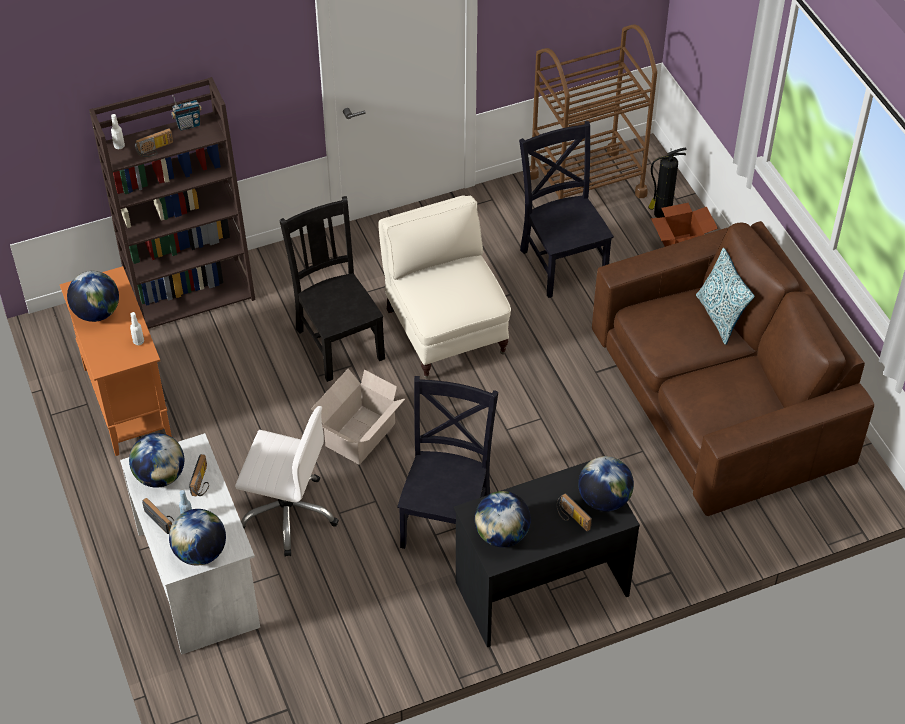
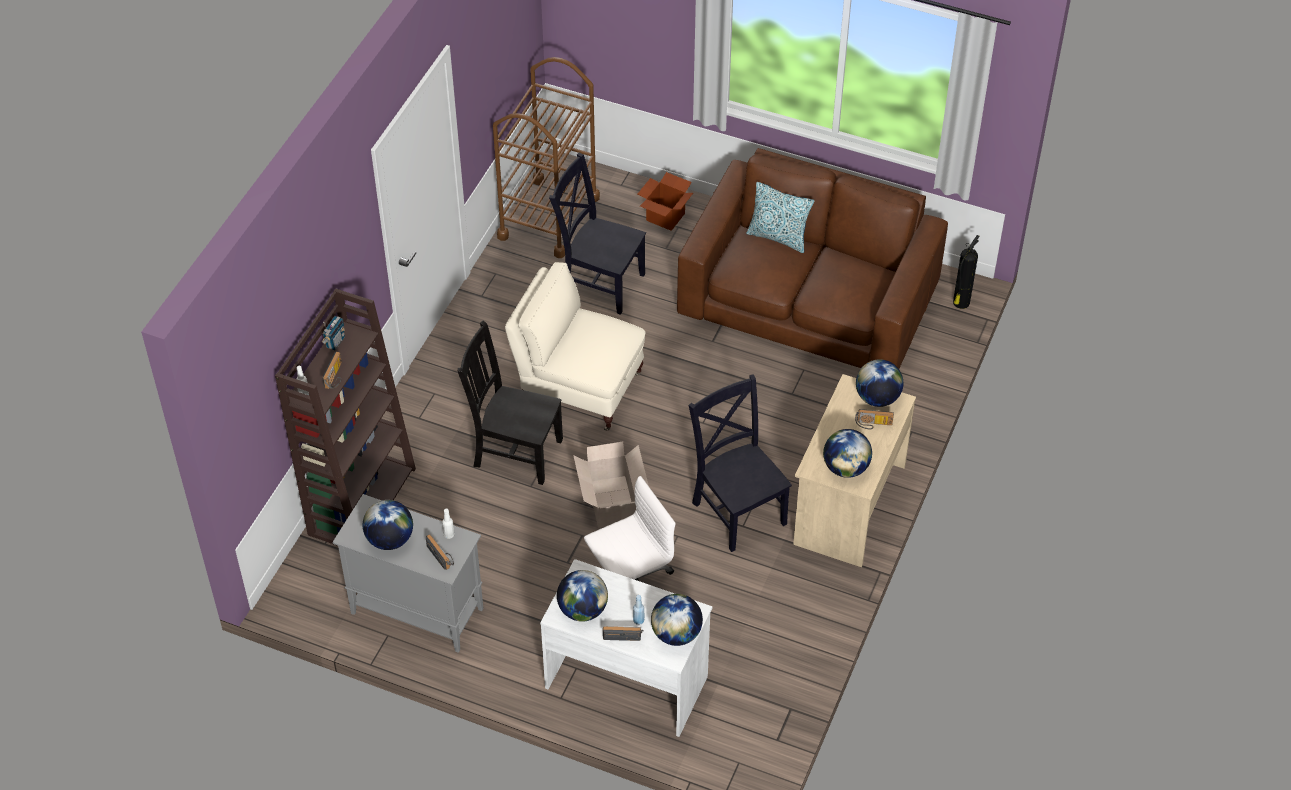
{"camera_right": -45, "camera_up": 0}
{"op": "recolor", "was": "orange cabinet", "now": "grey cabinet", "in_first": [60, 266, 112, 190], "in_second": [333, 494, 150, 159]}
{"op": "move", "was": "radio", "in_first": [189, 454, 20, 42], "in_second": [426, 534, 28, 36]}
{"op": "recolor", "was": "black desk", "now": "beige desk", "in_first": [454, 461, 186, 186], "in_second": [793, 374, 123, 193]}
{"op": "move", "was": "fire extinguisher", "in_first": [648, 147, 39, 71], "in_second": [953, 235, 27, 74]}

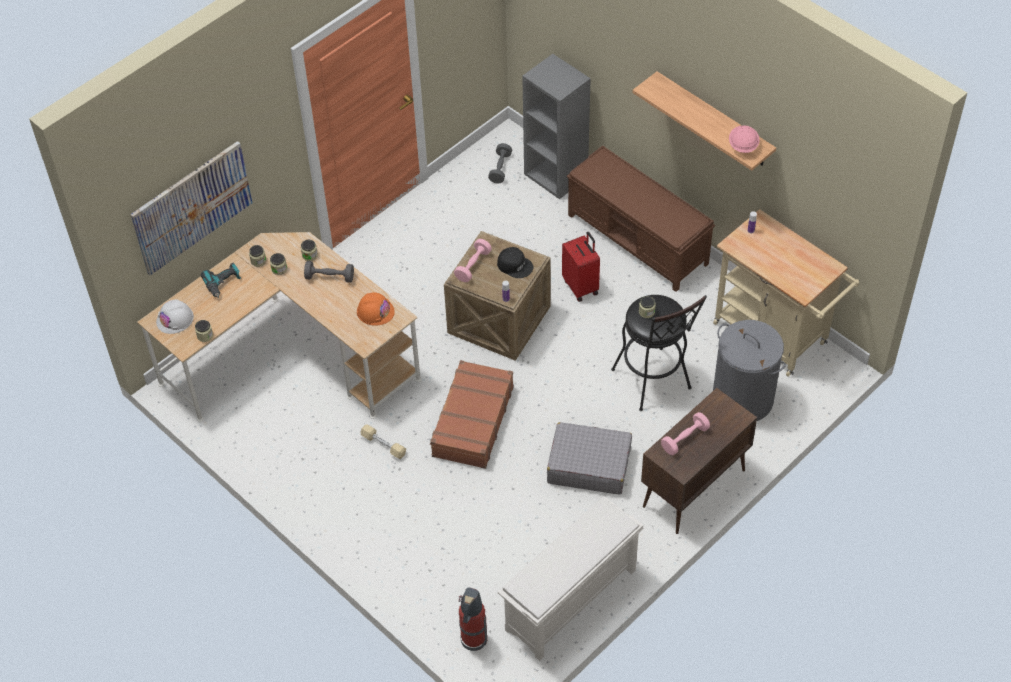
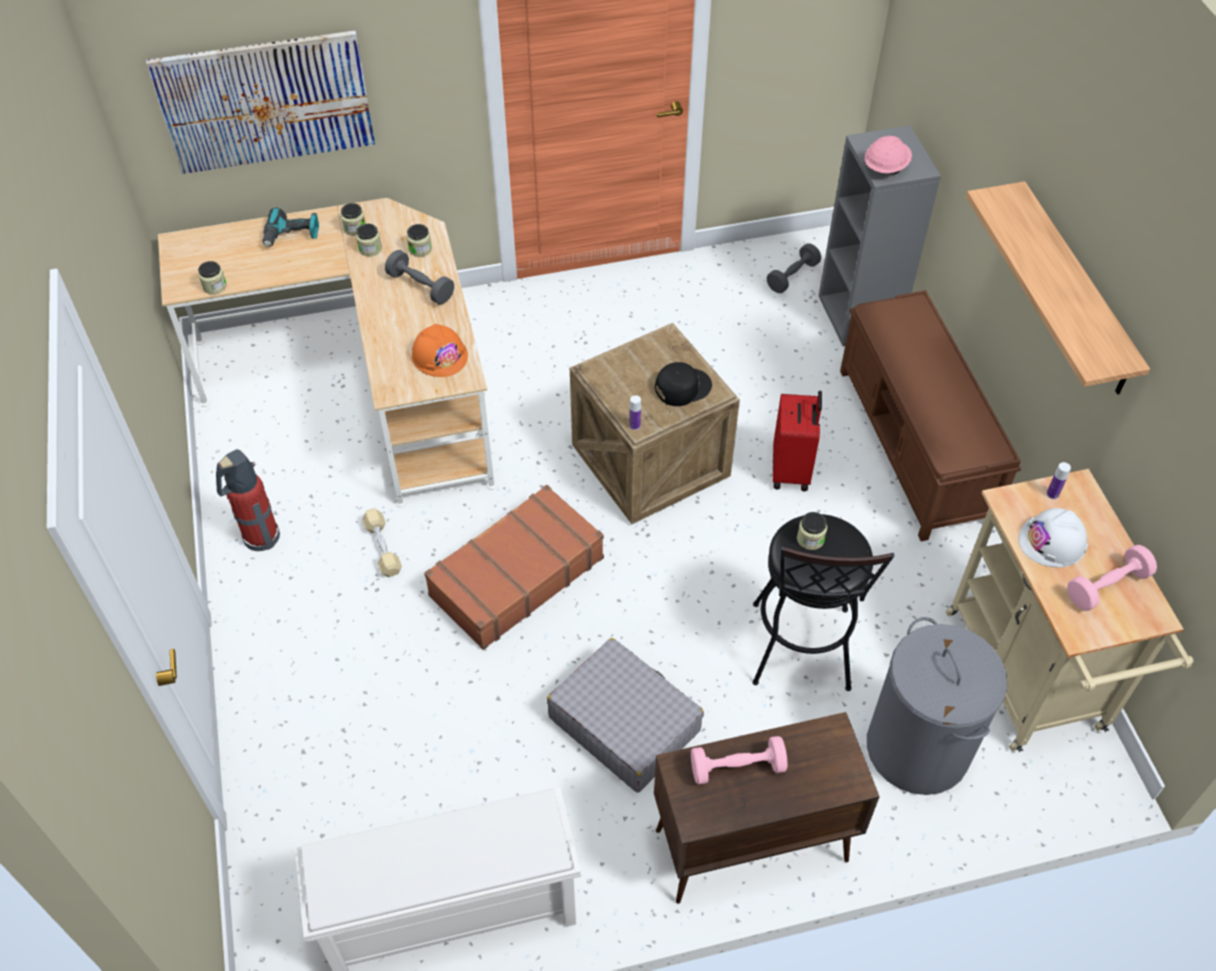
{"camera_right": 30, "camera_up": 0}
{"op": "move", "was": "fire extinguisher", "in_first": [459, 587, 28, 64], "in_second": [216, 449, 64, 102]}
{"op": "rotate", "was": "black cap", "in_first": [497, 247, 36, 31], "in_second": [655, 362, 57, 44], "clockwise": -90}
{"op": "move", "was": "pink hard hat", "in_first": [729, 125, 31, 28], "in_second": [865, 136, 47, 38]}
{"op": "move", "was": "white hard hat", "in_first": [156, 299, 38, 35], "in_second": [1018, 508, 70, 59]}
{"op": "move", "was": "pink dumbbell", "in_first": [454, 239, 38, 43], "in_second": [1067, 545, 90, 66]}

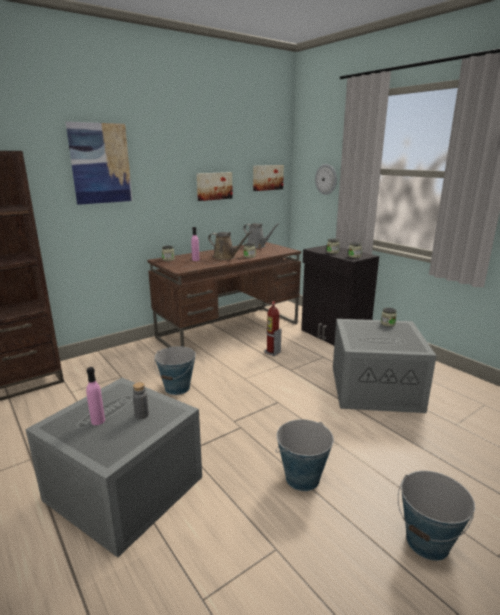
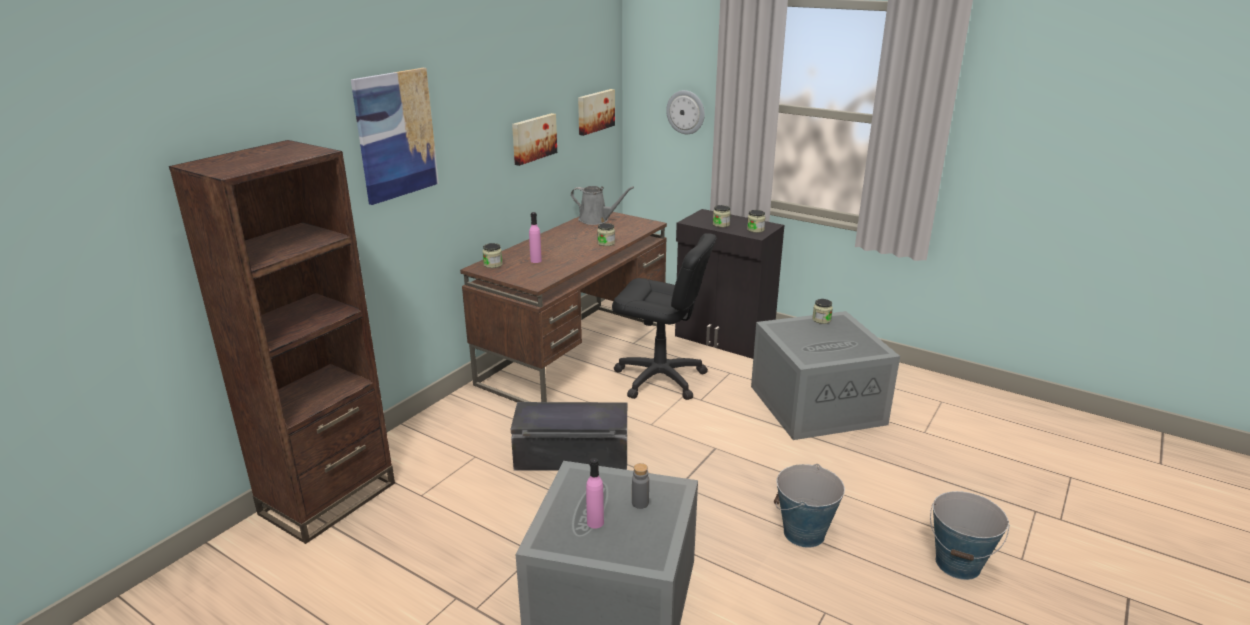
{"camera_right": -20, "camera_up": 5}
{"op": "replace", "was": "bucket", "now": "black storage box", "in_first": [154, 346, 42, 49], "in_second": [511, 402, 116, 69]}
{"op": "replace", "was": "fire extinguisher", "now": "black office chair", "in_first": [264, 301, 18, 55], "in_second": [612, 233, 105, 167]}
{"op": "delete", "was": "brown watering can", "in_first": [208, 232, 44, 28]}

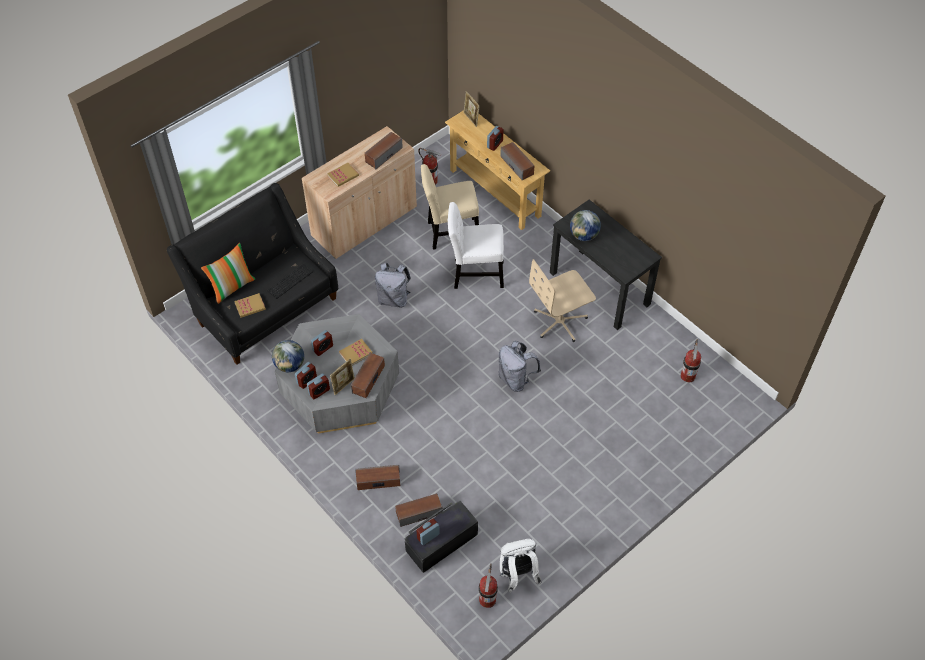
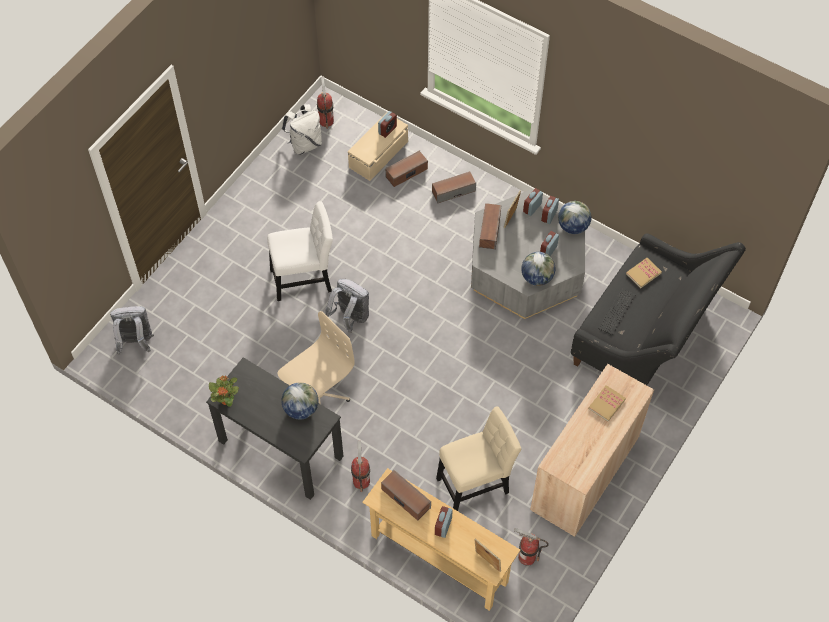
{"camera_right": 165, "camera_up": 5}
{"op": "move", "was": "grey backpack", "in_first": [375, 263, 36, 44], "in_second": [110, 306, 44, 49]}
{"op": "insert", "now": "potted plant", "in_second": [209, 376, 30, 31]}
{"op": "move", "was": "white chair", "in_first": [448, 202, 56, 87], "in_second": [267, 201, 66, 100]}
{"op": "recolor", "was": "black storage box", "now": "beige storage box", "in_first": [405, 500, 73, 73], "in_second": [348, 112, 60, 69]}
{"op": "move", "was": "fire extinguisher", "in_first": [681, 339, 20, 43], "in_second": [351, 441, 19, 51]}
{"op": "insert", "now": "globe", "in_second": [521, 252, 34, 34]}
{"op": "delete", "was": "pillow", "in_first": [201, 243, 54, 61]}
{"op": "delete", "was": "book", "in_first": [339, 339, 34, 27]}
{"op": "delete", "was": "speaker", "in_first": [365, 132, 38, 37]}

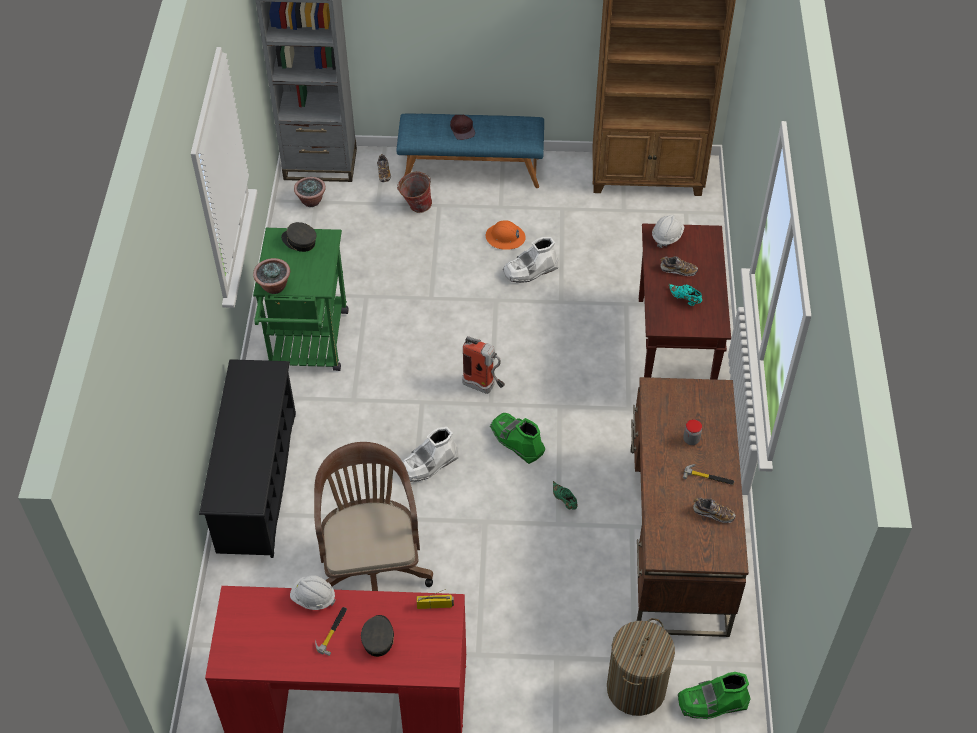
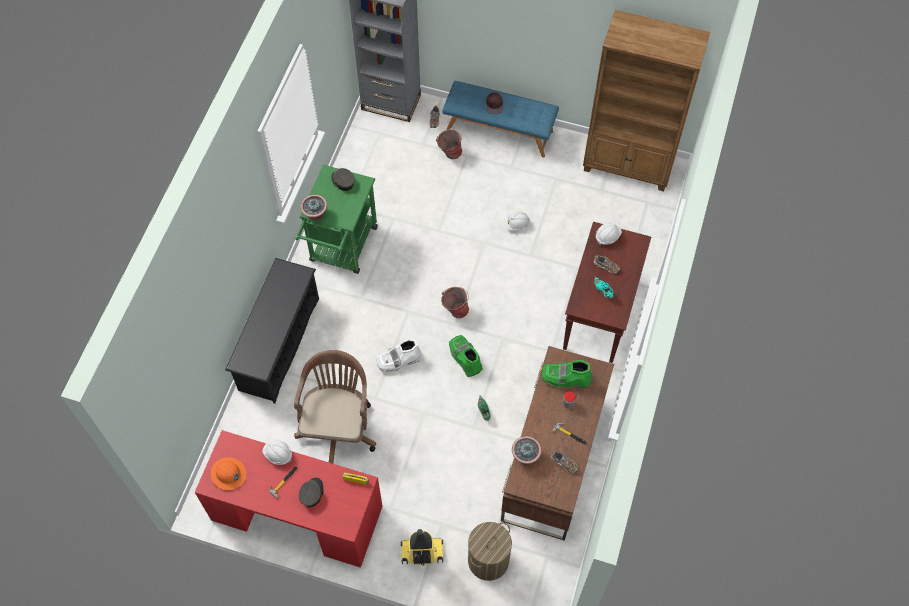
{"camera_right": 15, "camera_up": 10}
{"op": "move", "was": "orange hard hat", "in_first": [486, 220, 40, 30], "in_second": [211, 457, 35, 33]}
{"op": "insert", "now": "vacuum cleaner", "in_second": [401, 529, 42, 37]}
{"op": "replace", "was": "fire extinguisher", "now": "bucket", "in_first": [462, 336, 43, 58], "in_second": [441, 287, 28, 31]}
{"op": "replace", "was": "white boot", "now": "white hard hat", "in_first": [503, 237, 56, 46], "in_second": [504, 211, 26, 20]}
{"op": "move", "was": "potted plant", "in_first": [294, 177, 32, 30], "in_second": [512, 436, 29, 28]}
{"op": "move", "was": "green boot", "in_first": [678, 672, 73, 47], "in_second": [542, 360, 50, 28]}

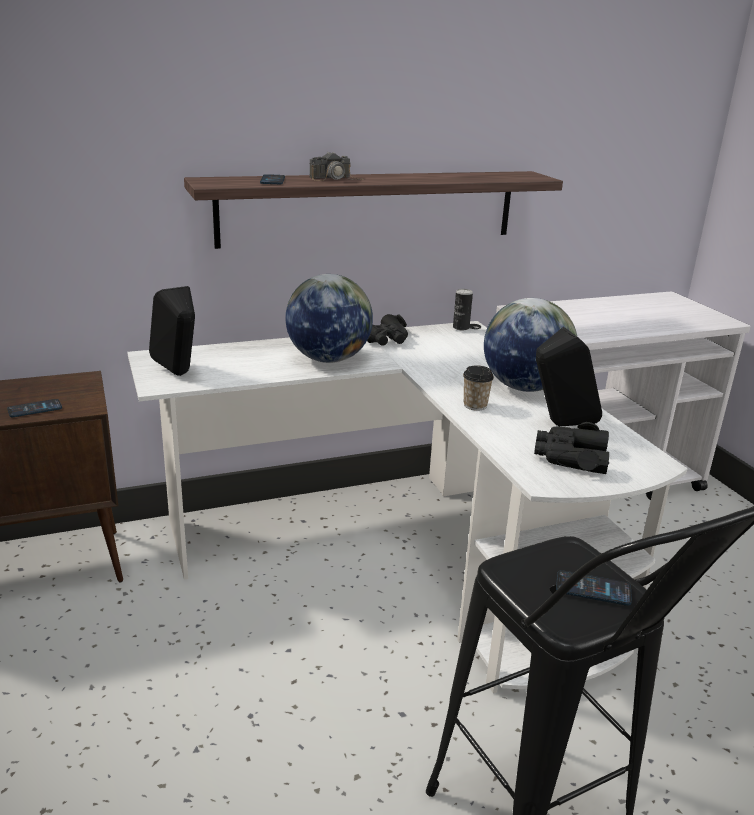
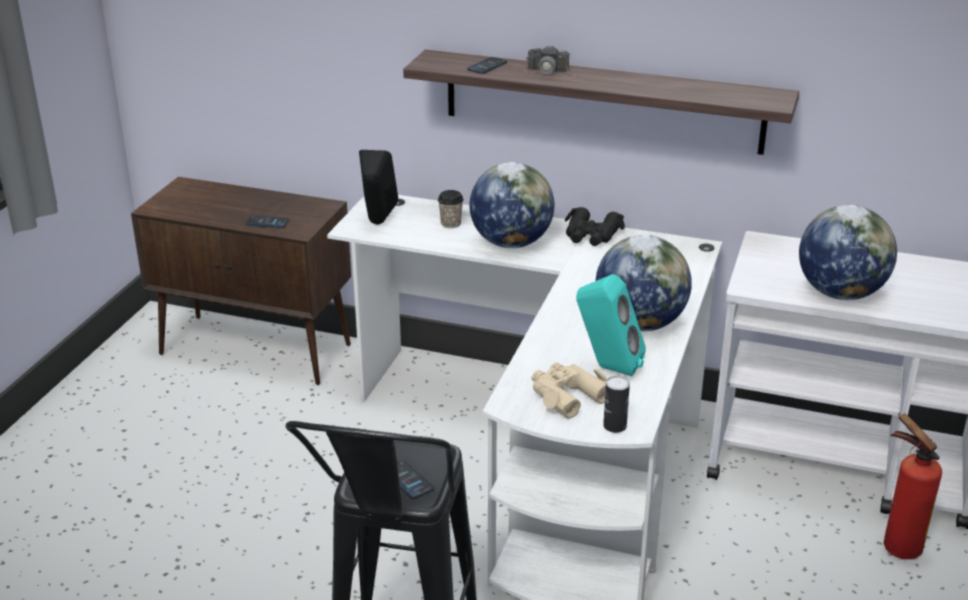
{"camera_right": 40, "camera_up": 5}
{"op": "move", "was": "cup", "in_first": [463, 365, 31, 46], "in_second": [438, 190, 26, 38]}
{"op": "recolor", "was": "black binoculars", "now": "beige binoculars", "in_first": [534, 422, 75, 52], "in_second": [532, 362, 75, 57]}
{"op": "recolor", "was": "black speaker", "now": "turquoise speaker", "in_first": [536, 327, 66, 99], "in_second": [576, 274, 70, 102]}
{"op": "move", "was": "can", "in_first": [453, 289, 20, 41], "in_second": [603, 376, 27, 57]}
{"op": "insert", "now": "globe", "in_second": [799, 205, 98, 95]}
{"op": "insert", "now": "fire extinguisher", "in_second": [884, 413, 58, 146]}

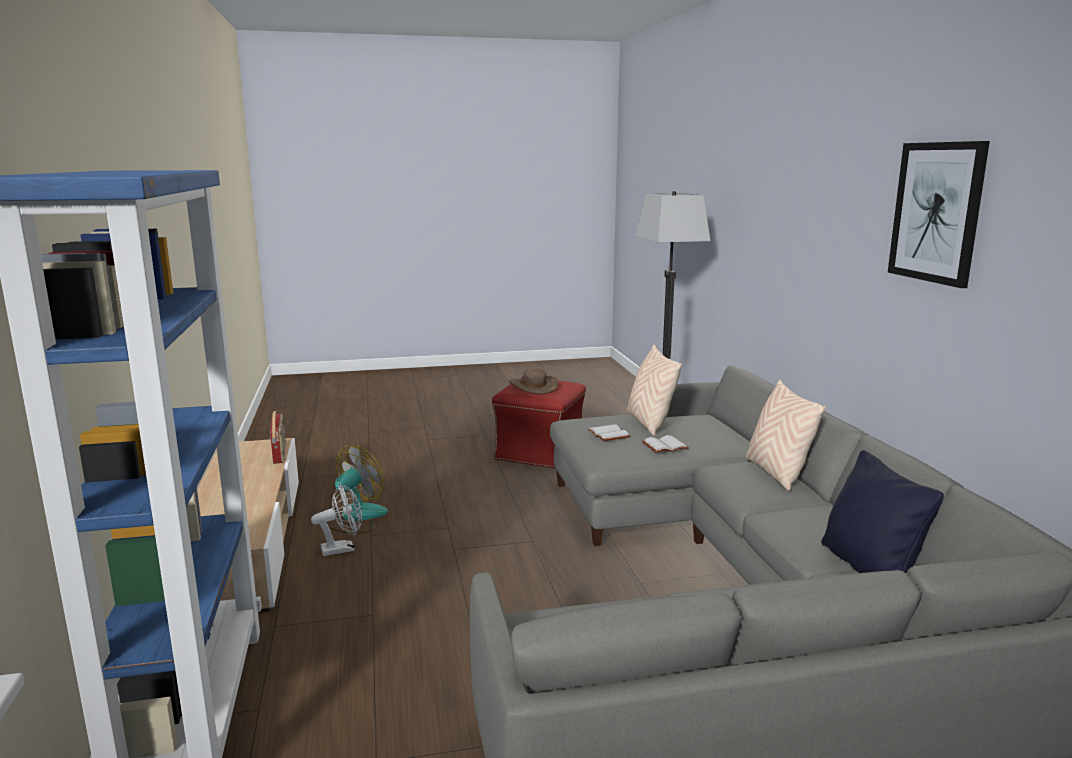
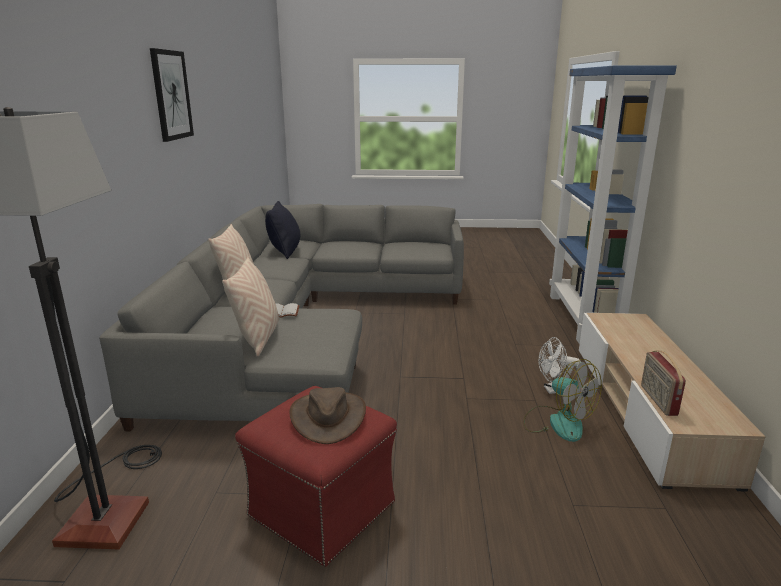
{"camera_right": -165, "camera_up": 5}
{"op": "rotate", "was": "fan", "in_first": [329, 446, 59, 87], "in_second": [523, 359, 79, 83], "clockwise": -90}
{"op": "delete", "was": "white book", "in_first": [588, 424, 43, 17]}

